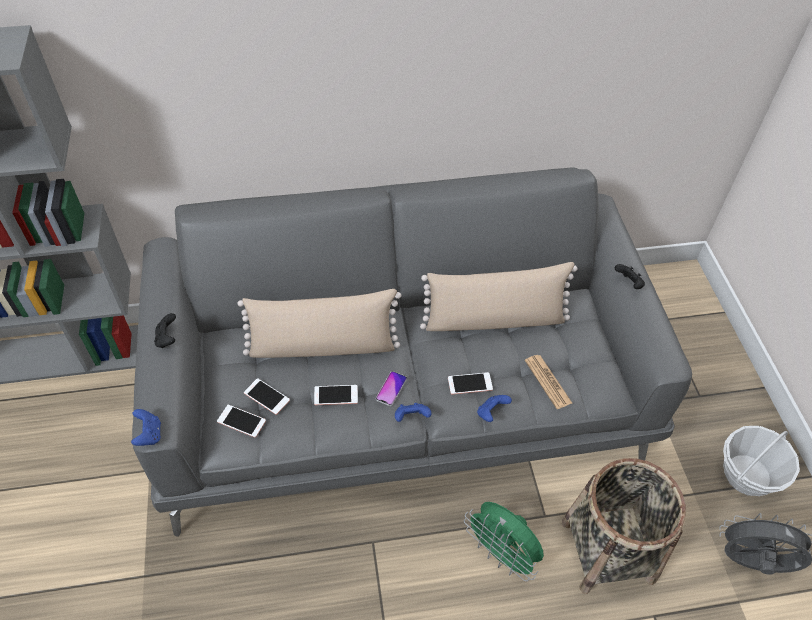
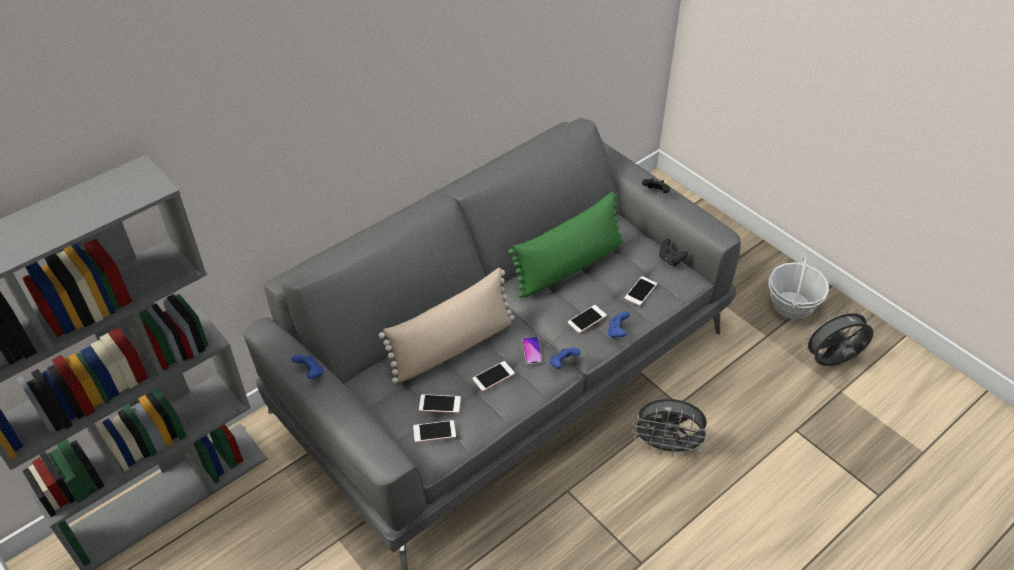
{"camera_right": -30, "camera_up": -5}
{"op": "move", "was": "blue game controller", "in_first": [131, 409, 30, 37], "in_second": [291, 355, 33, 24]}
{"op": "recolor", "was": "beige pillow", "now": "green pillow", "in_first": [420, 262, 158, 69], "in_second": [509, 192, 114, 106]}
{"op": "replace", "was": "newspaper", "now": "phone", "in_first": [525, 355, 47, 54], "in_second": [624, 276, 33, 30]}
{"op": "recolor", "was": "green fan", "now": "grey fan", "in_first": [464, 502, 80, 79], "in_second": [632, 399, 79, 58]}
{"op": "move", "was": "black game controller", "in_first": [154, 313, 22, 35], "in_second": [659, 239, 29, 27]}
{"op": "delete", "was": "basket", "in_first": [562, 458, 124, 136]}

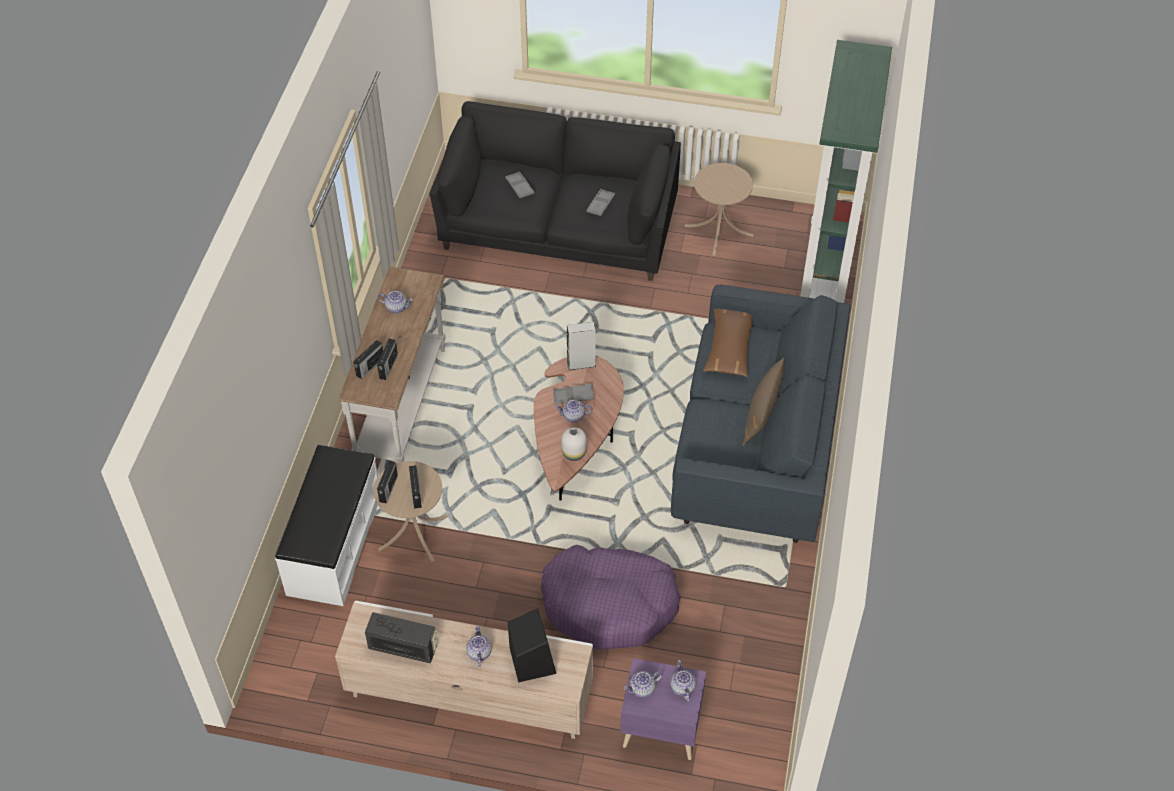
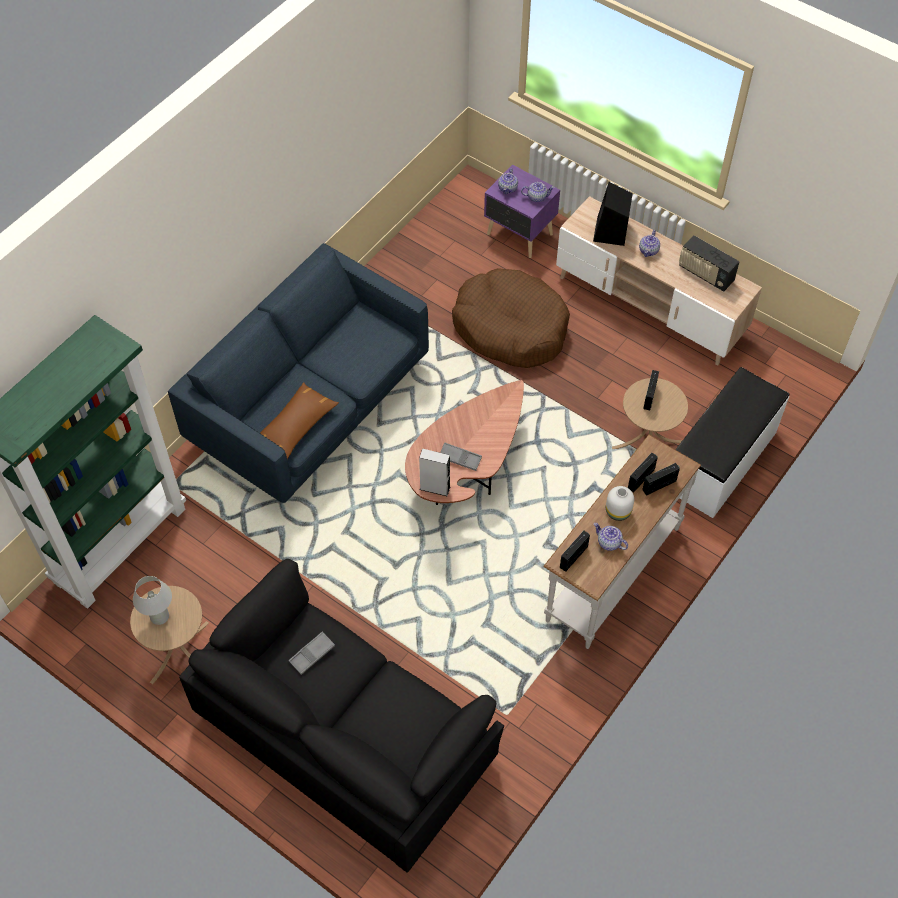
{"camera_right": -155, "camera_up": 5}
{"op": "insert", "now": "white table lamp", "in_second": [133, 576, 39, 49]}
{"op": "recolor", "was": "purple dog bed", "now": "brown dog bed", "in_first": [541, 545, 140, 105], "in_second": [452, 268, 118, 100]}
{"op": "move", "was": "radio", "in_first": [377, 461, 21, 43], "in_second": [560, 531, 30, 41]}
{"op": "move", "was": "white vase", "in_first": [561, 427, 26, 34], "in_second": [606, 486, 28, 35]}
{"op": "delete", "was": "grey tray", "in_first": [505, 171, 29, 27]}
{"op": "delete", "was": "teapot", "in_first": [555, 400, 37, 22]}
{"op": "delete", "was": "brown pillow", "in_first": [742, 357, 43, 89]}

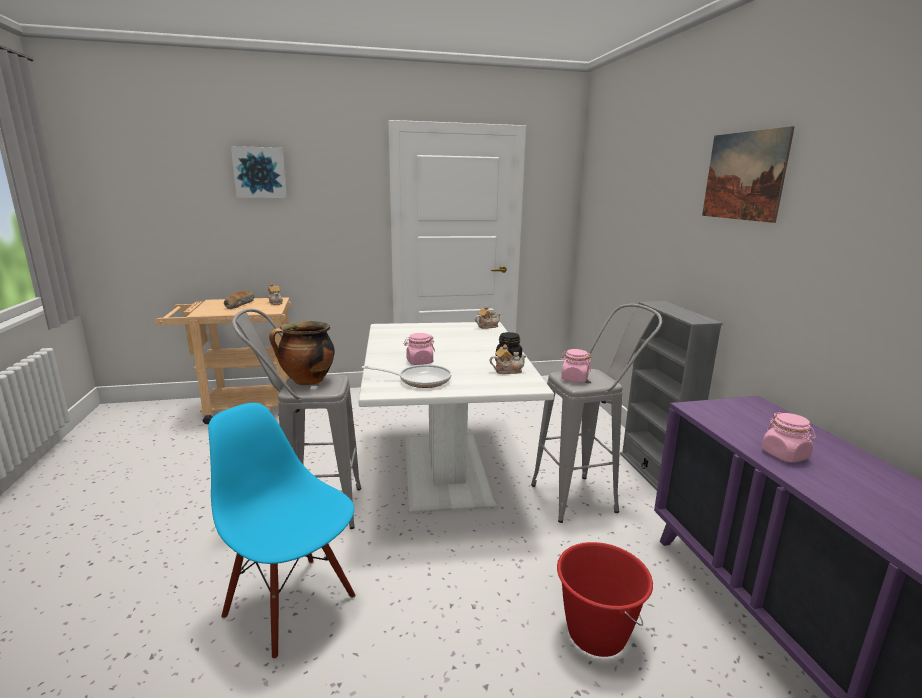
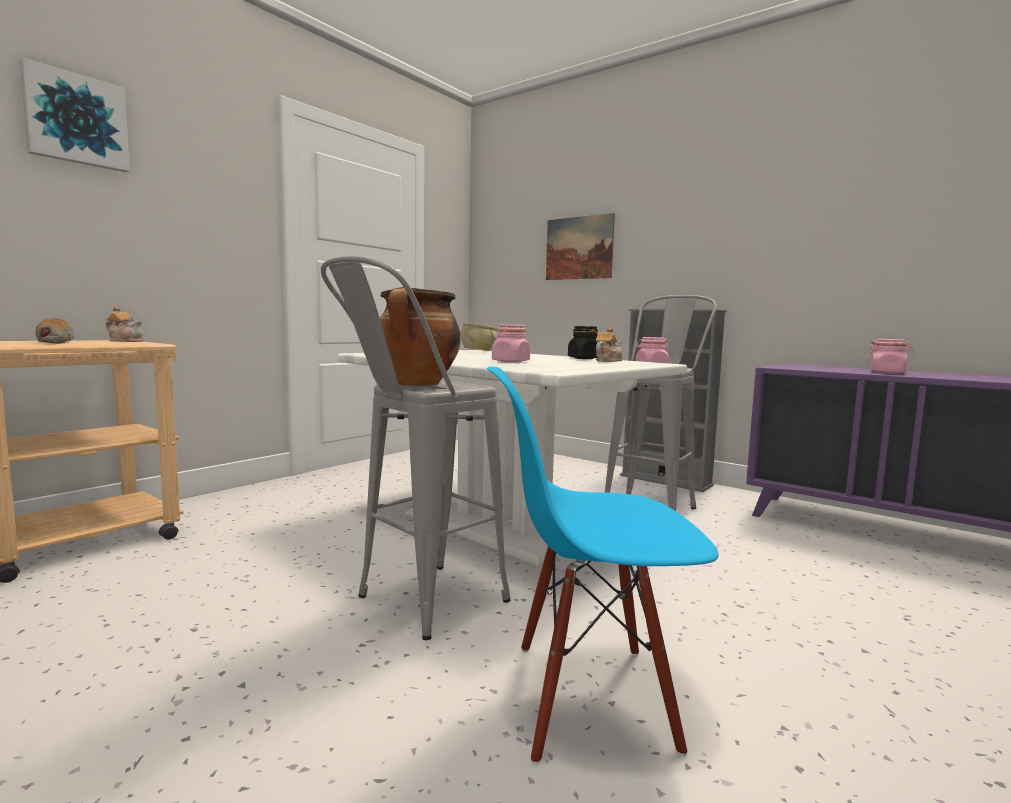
{"camera_right": -40, "camera_up": -10}
{"op": "replace", "was": "teapot", "now": "beige bowl", "in_first": [475, 306, 26, 23], "in_second": [461, 323, 36, 28]}
{"op": "move", "was": "picture", "in_first": [702, 126, 93, 97], "in_second": [546, 213, 69, 67]}
{"op": "delete", "was": "frying pan", "in_first": [361, 365, 90, 23]}
{"op": "delete", "was": "red bucket", "in_first": [557, 542, 96, 115]}

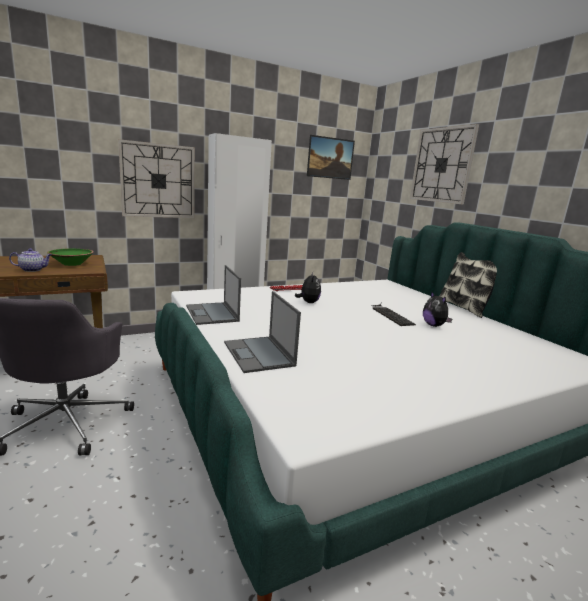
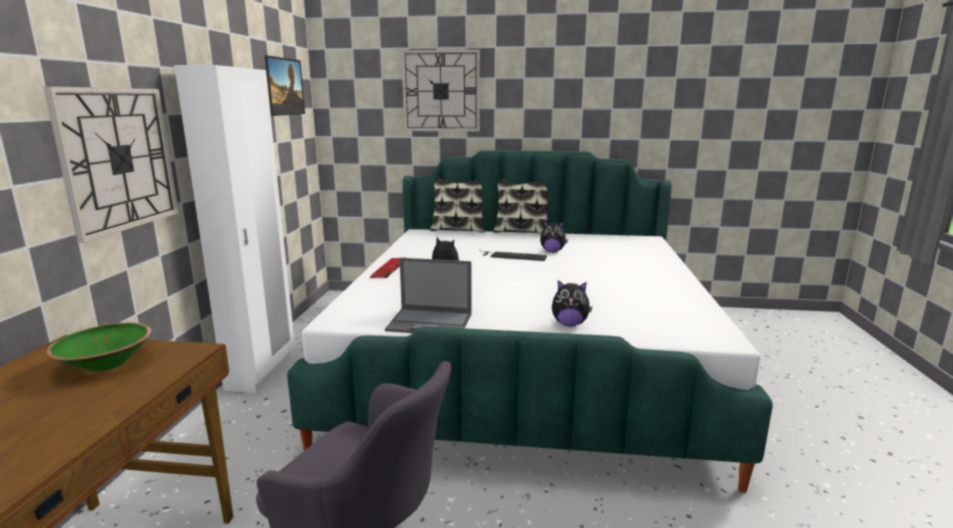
{"camera_right": -55, "camera_up": 0}
{"op": "insert", "now": "pillow", "in_second": [430, 179, 55, 54]}
{"op": "replace", "was": "laptop", "now": "plush toy", "in_first": [224, 291, 77, 82], "in_second": [552, 280, 41, 46]}
{"op": "delete", "was": "teapot", "in_first": [9, 248, 43, 24]}

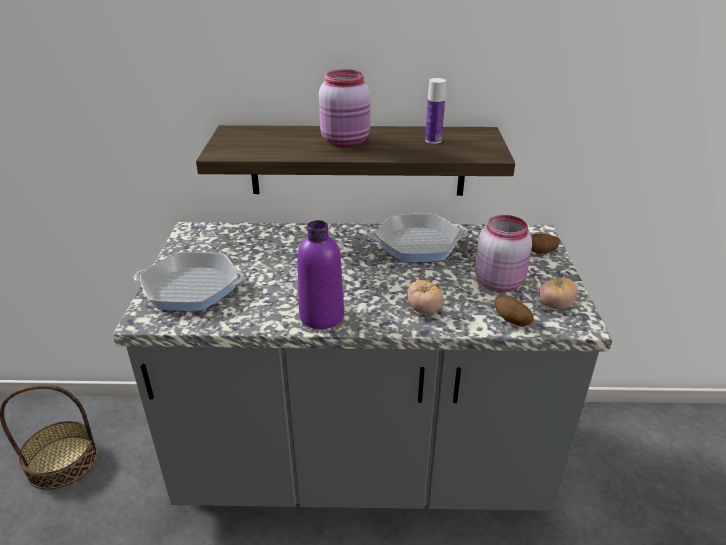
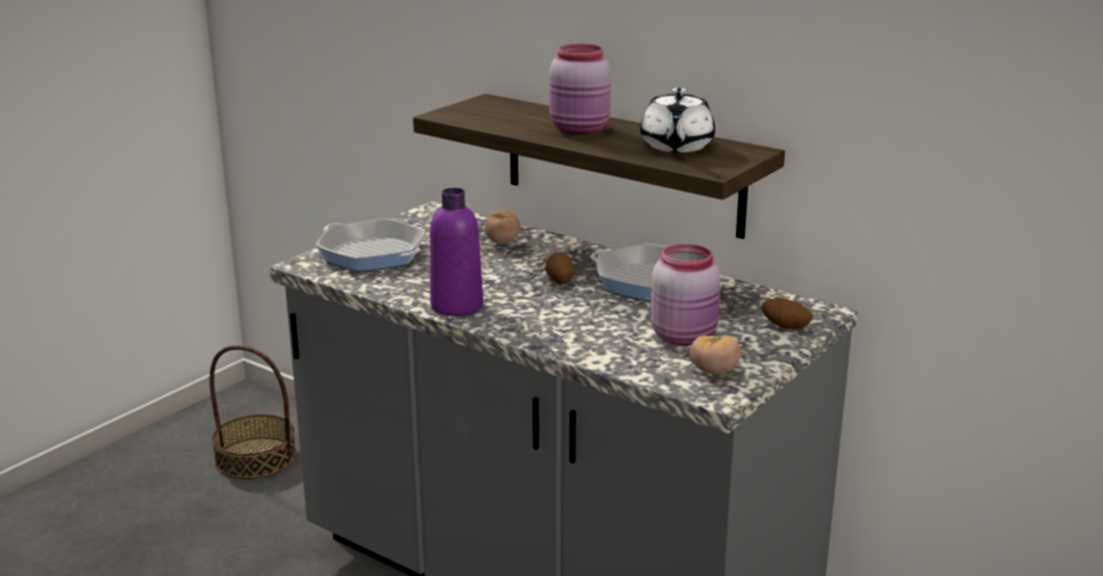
{"camera_right": 35, "camera_up": -10}
{"op": "move", "was": "tomato", "in_first": [407, 280, 37, 34], "in_second": [485, 210, 35, 34]}
{"op": "move", "was": "potato", "in_first": [495, 296, 39, 31], "in_second": [545, 252, 30, 32]}
{"op": "replace", "was": "bottle", "now": "white teapot", "in_first": [425, 78, 21, 66], "in_second": [640, 88, 75, 64]}

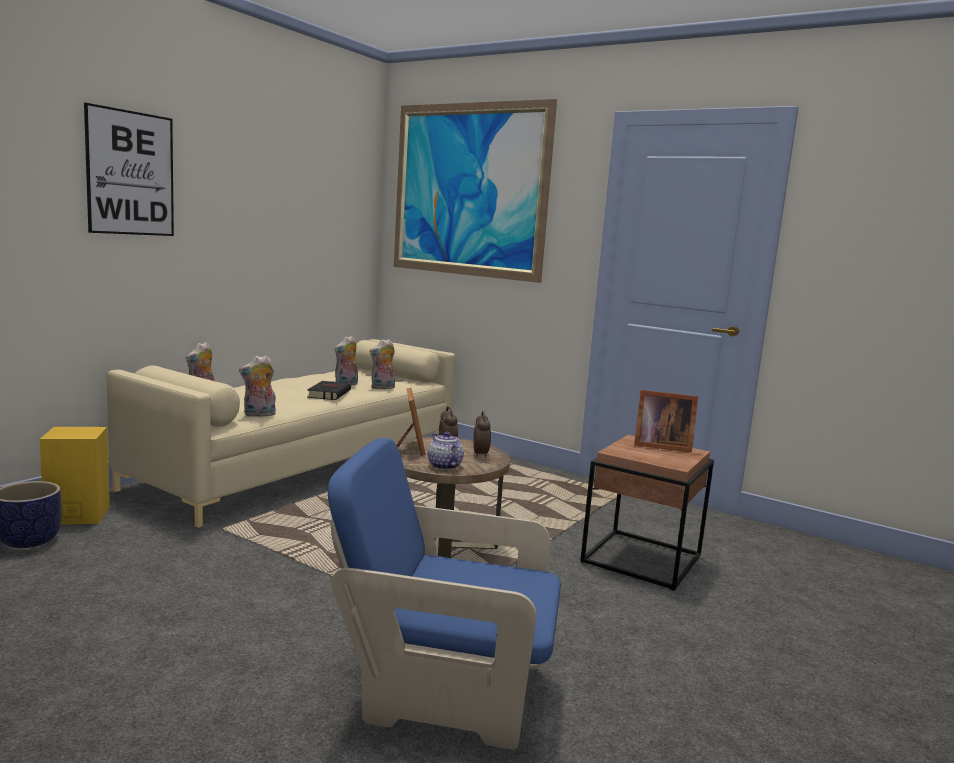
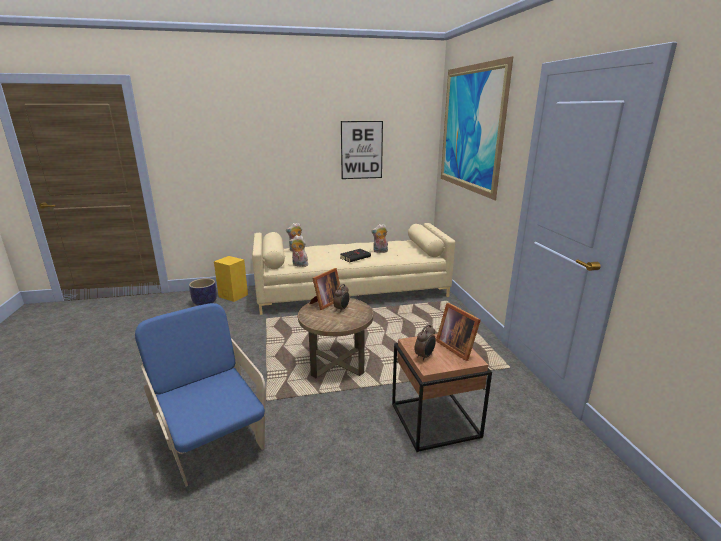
{"camera_right": 45, "camera_up": 10}
{"op": "move", "was": "picture", "in_first": [84, 103, 90, 133], "in_second": [341, 121, 42, 58]}
{"op": "move", "was": "alarm clock", "in_first": [473, 411, 18, 47], "in_second": [414, 325, 22, 36]}
{"op": "delete", "was": "plush toy", "in_first": [369, 339, 26, 50]}
{"op": "delete", "was": "teapot", "in_first": [427, 432, 37, 38]}

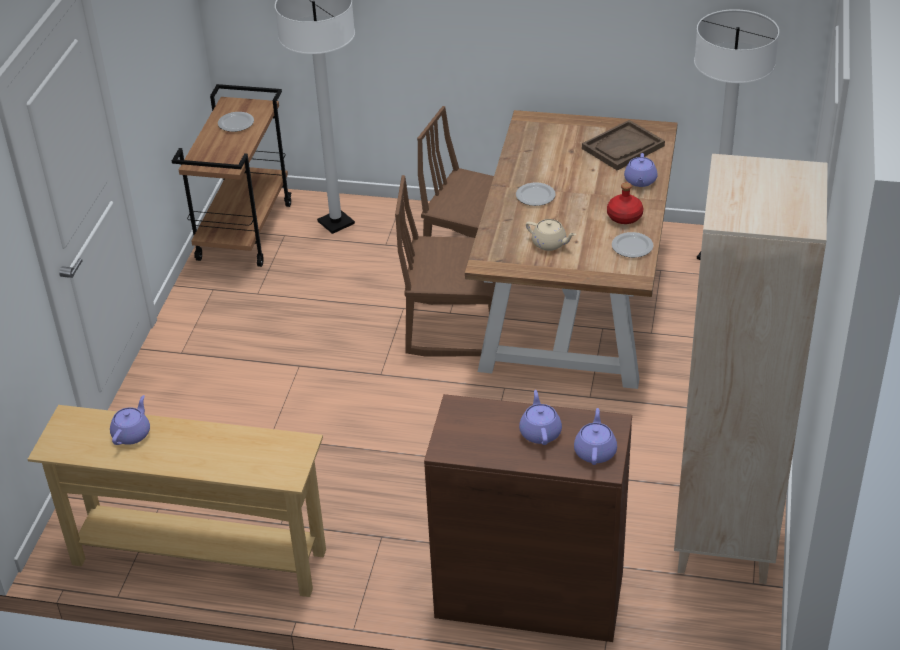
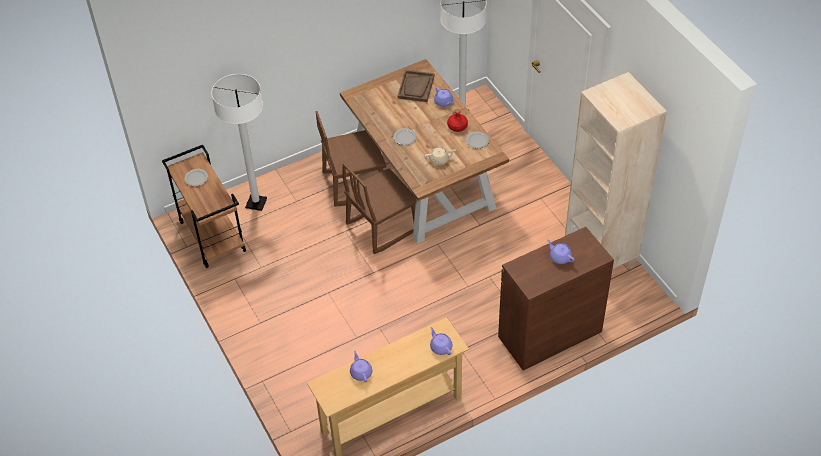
{"camera_right": -40, "camera_up": 10}
{"op": "move", "was": "purple teapot", "in_first": [574, 408, 43, 57], "in_second": [430, 327, 23, 28]}

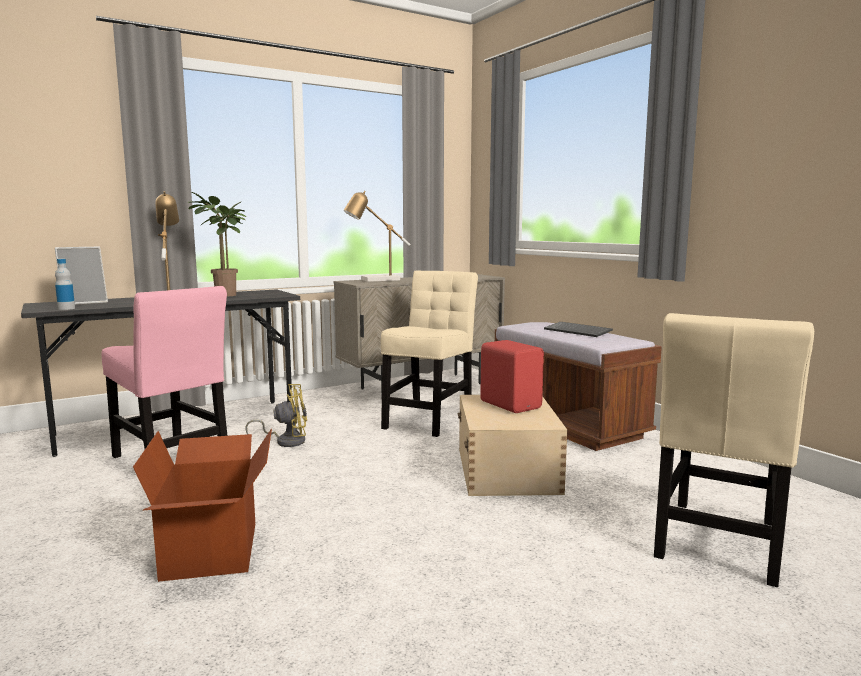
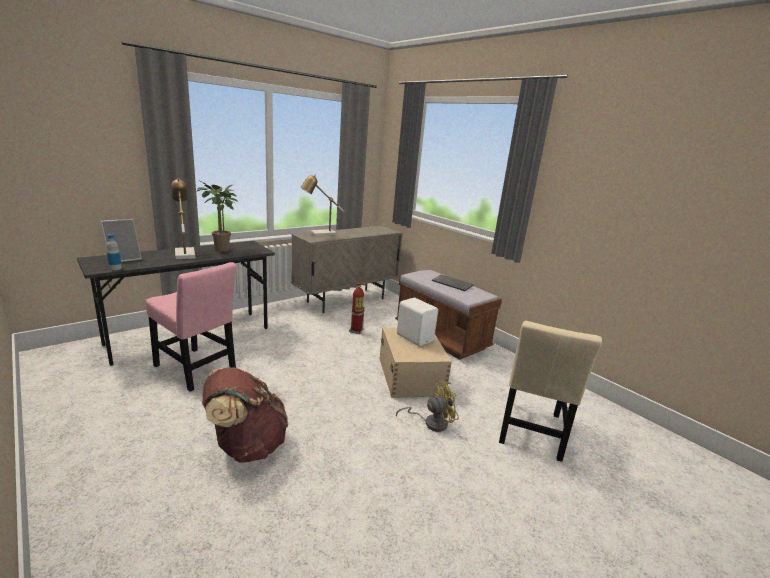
{"camera_right": -10, "camera_up": 10}
{"op": "replace", "was": "cardboard box", "now": "brown backpack", "in_first": [133, 428, 139, 154], "in_second": [202, 367, 87, 96]}
{"op": "replace", "was": "beige chair", "now": "fire extinguisher", "in_first": [381, 271, 97, 166], "in_second": [349, 282, 18, 52]}
{"op": "move", "was": "yellow fan", "in_first": [245, 384, 62, 63], "in_second": [396, 381, 63, 51]}
{"op": "recolor", "was": "red speaker", "now": "white speaker", "in_first": [480, 340, 64, 73], "in_second": [397, 298, 41, 48]}

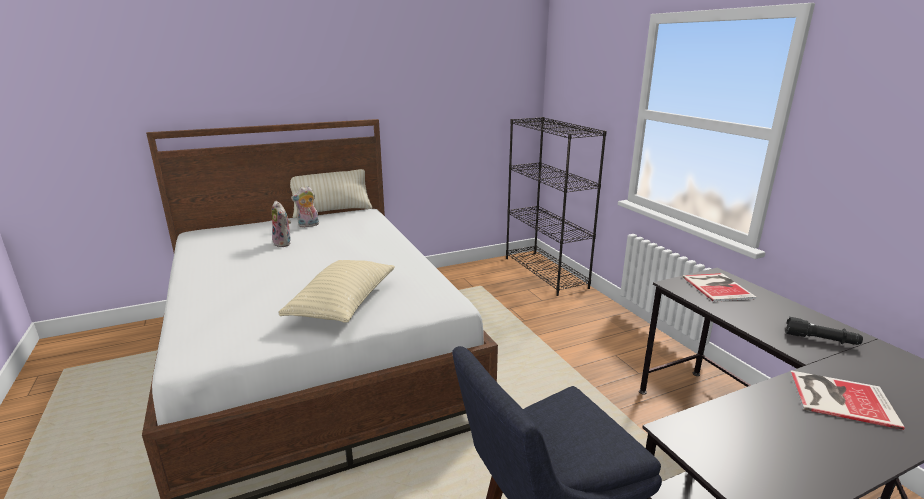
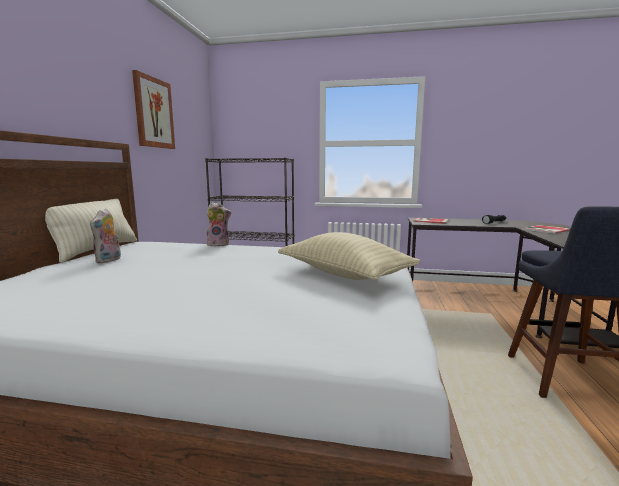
{"camera_right": -55, "camera_up": -10}
{"op": "insert", "now": "picture", "in_second": [132, 70, 43, 79]}
{"op": "move", "was": "plush toy", "in_first": [272, 201, 19, 46], "in_second": [206, 202, 26, 44]}

